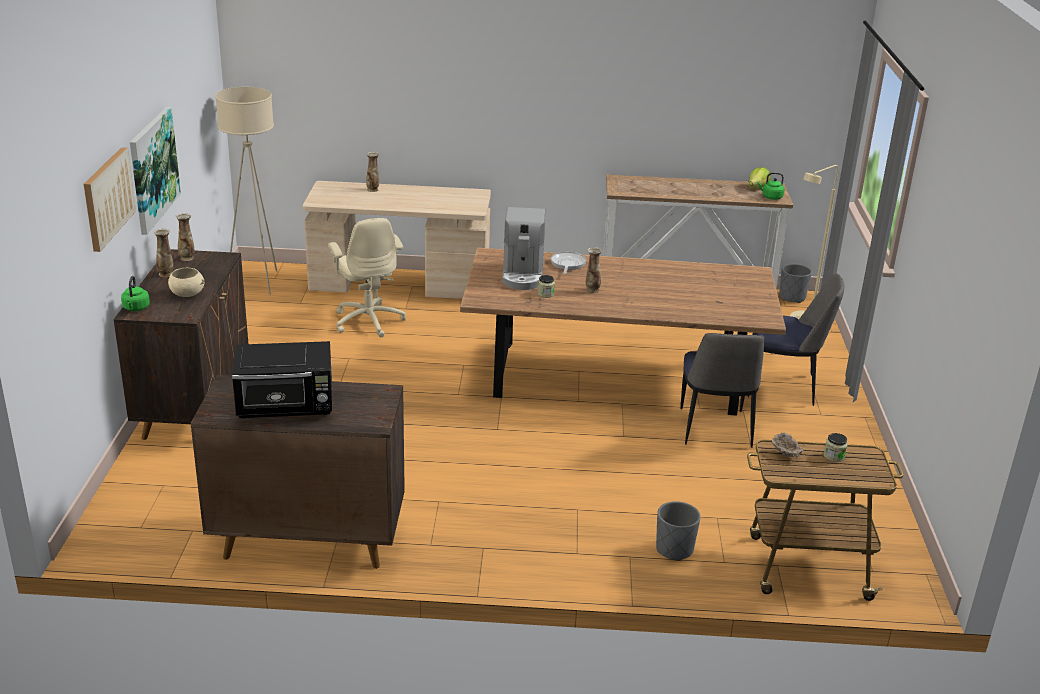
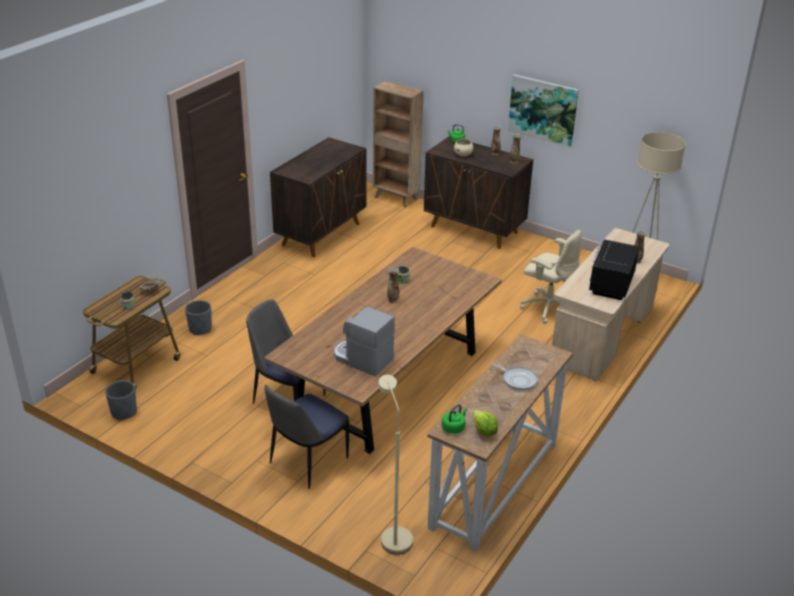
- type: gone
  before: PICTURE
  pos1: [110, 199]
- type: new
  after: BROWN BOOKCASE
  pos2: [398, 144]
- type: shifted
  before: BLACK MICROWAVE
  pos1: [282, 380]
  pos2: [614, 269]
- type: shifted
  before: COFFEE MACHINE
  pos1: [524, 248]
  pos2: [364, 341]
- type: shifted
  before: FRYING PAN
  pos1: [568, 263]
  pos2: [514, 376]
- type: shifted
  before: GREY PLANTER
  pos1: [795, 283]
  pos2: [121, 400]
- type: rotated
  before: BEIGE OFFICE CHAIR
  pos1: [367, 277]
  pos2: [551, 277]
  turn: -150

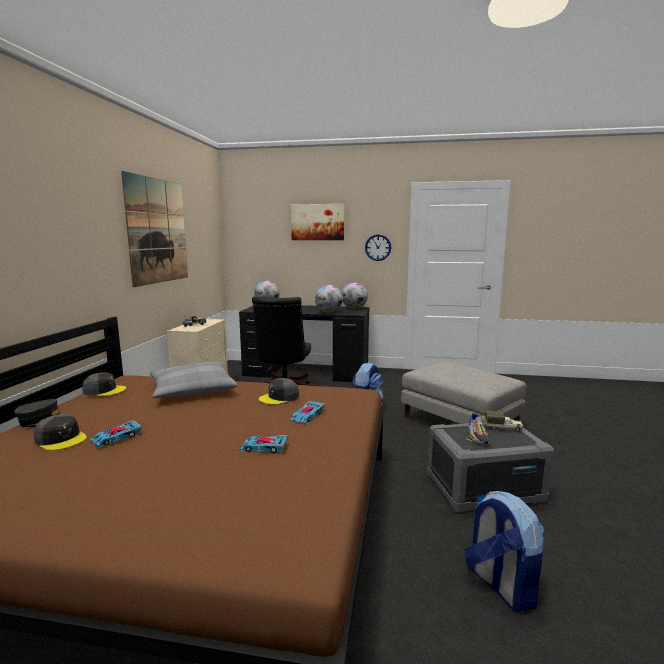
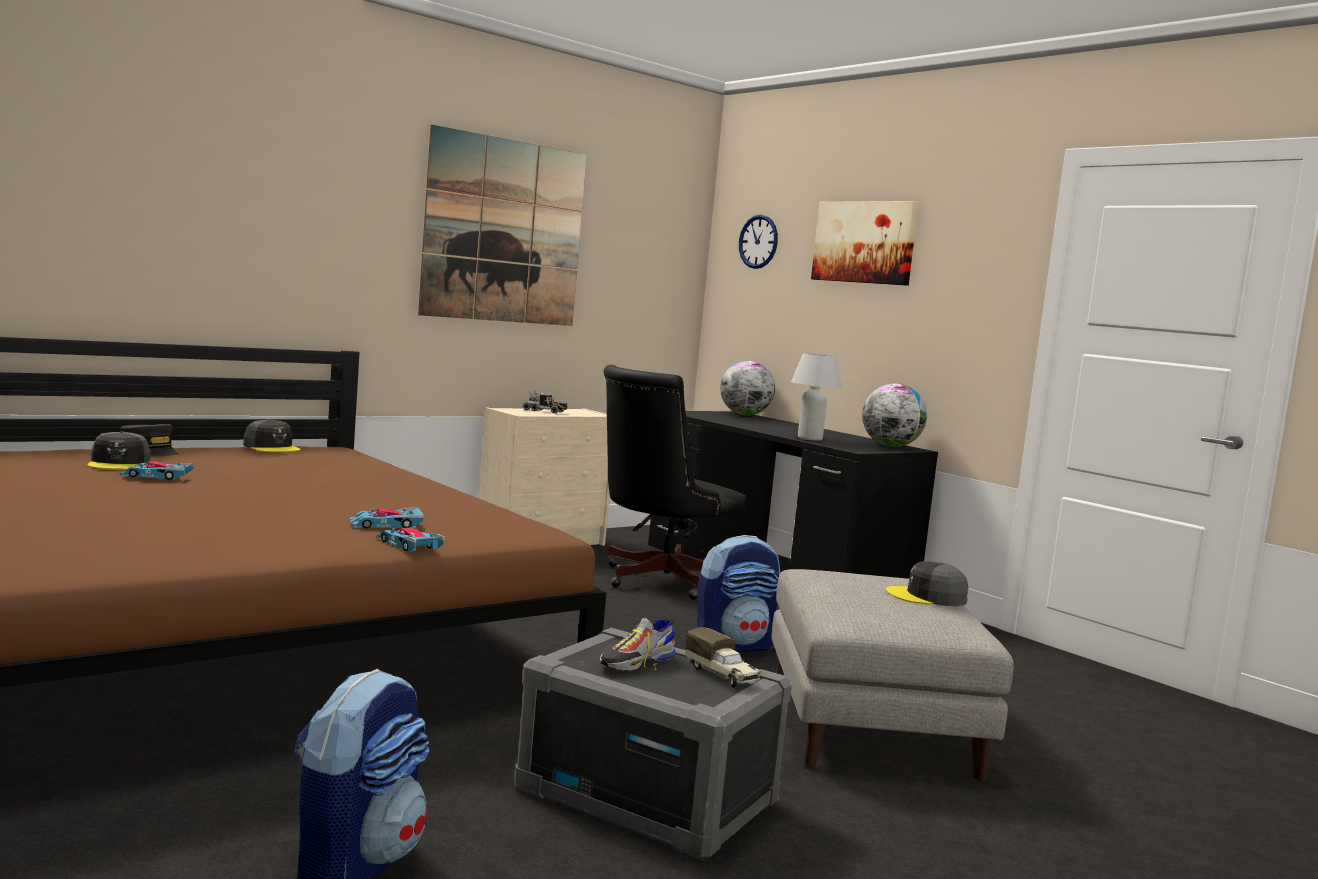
- type: gone
  before: GREY PILLOW
  pos1: [193, 380]
- type: shifted
  before: TOY CAR
  pos1: [264, 444]
  pos2: [410, 539]
- type: shifted
  before: GREY CAP
  pos1: [279, 391]
  pos2: [927, 583]
- type: shifted
  before: WALL CLOCK
  pos1: [378, 247]
  pos2: [758, 242]
- type: swapped
  before: GLOBE
  after: WHITE TABLE LAMP
  pos1: [329, 299]
  pos2: [816, 397]

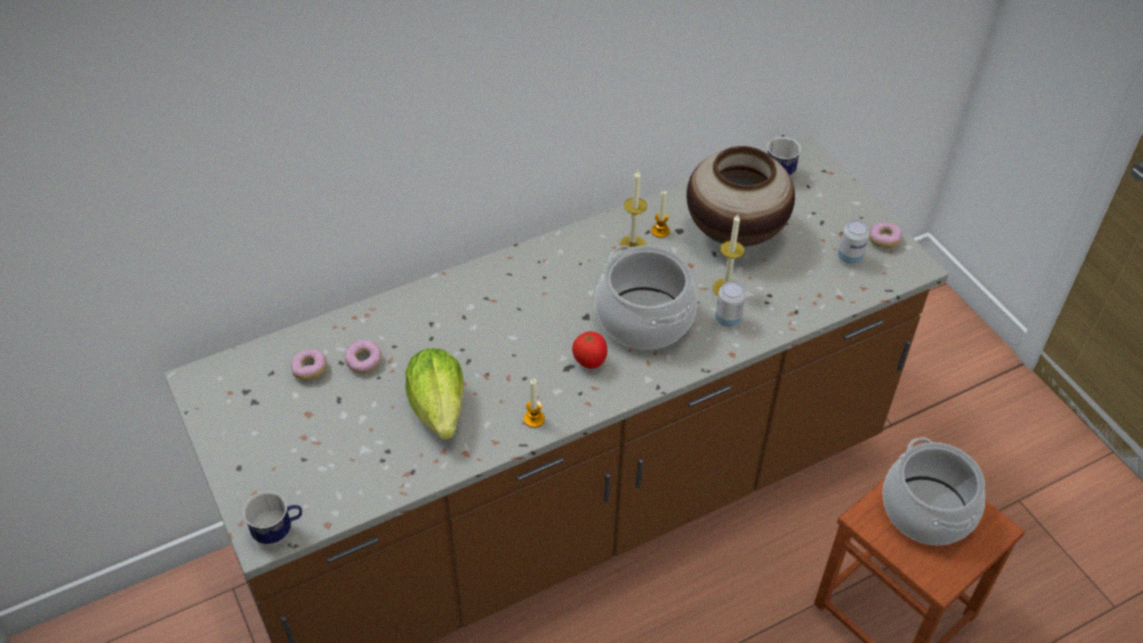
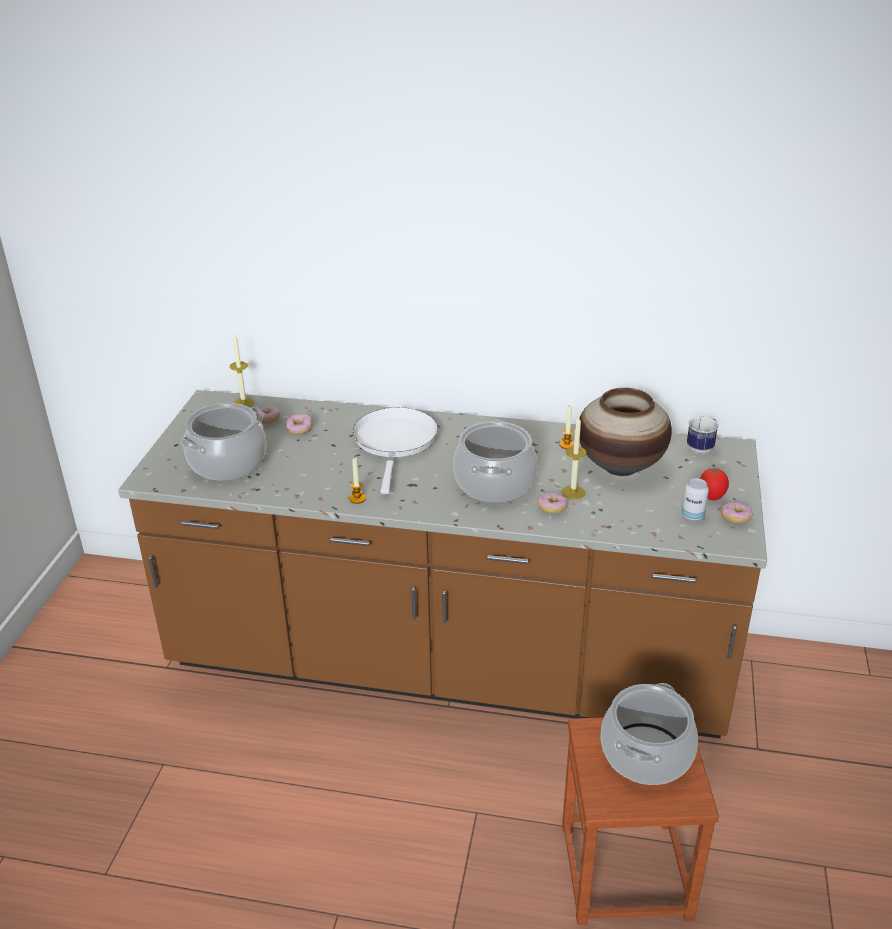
- type: gone
  before: MUG
  pos1: [272, 518]
- type: gone
  before: LETTUCE
  pos1: [434, 393]
- type: new
  after: COOKING POT
  pos2: [224, 441]
- type: new
  after: WHITE FRYING PAN
  pos2: [395, 450]
- type: shifted
  before: TOMATO
  pos1: [589, 350]
  pos2: [714, 484]
- type: shifted
  before: CANDLE
  pos1: [633, 211]
  pos2: [242, 370]
- type: swapped
  before: CAN
  after: DONUT
  pos1: [730, 304]
  pos2: [552, 503]

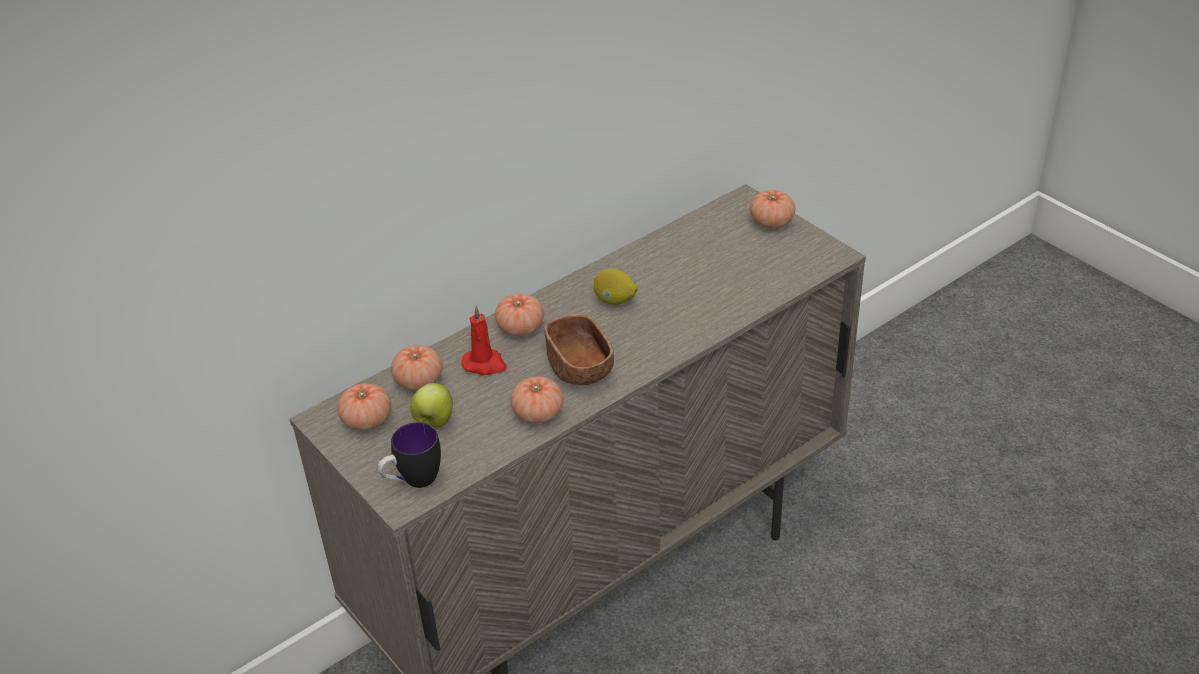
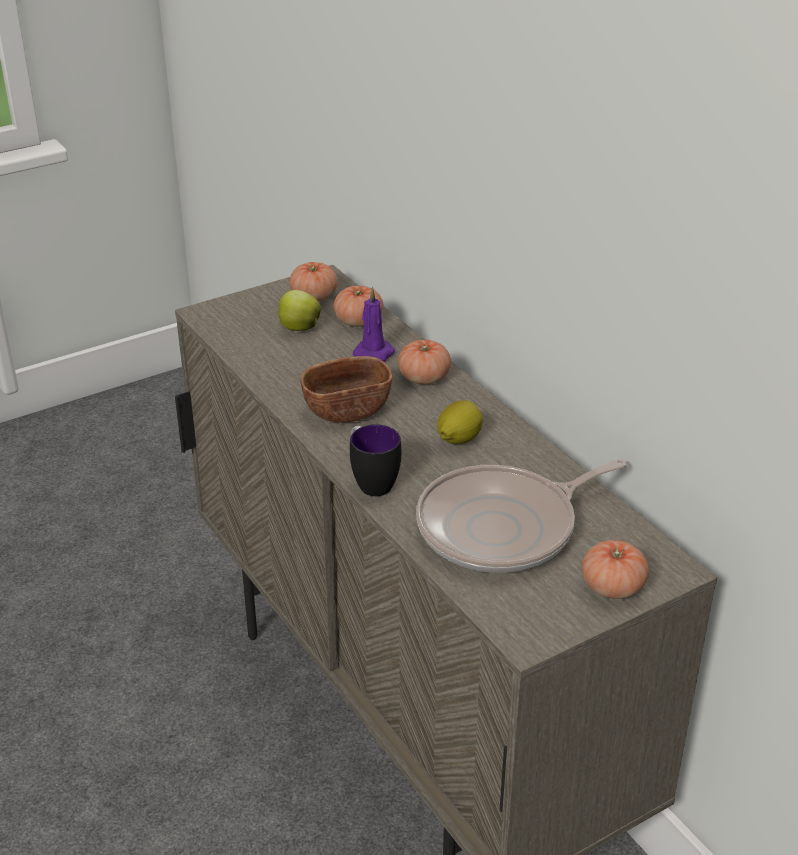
- type: gone
  before: TOMATO
  pos1: [537, 400]
- type: new
  after: FRYING PAN
  pos2: [521, 516]
- type: shifted
  before: MUG
  pos1: [409, 455]
  pos2: [375, 460]
- type: repainted
  before: RED CANDLE
  after: PURPLE CANDLE
  pos1: [484, 340]
  pos2: [374, 324]

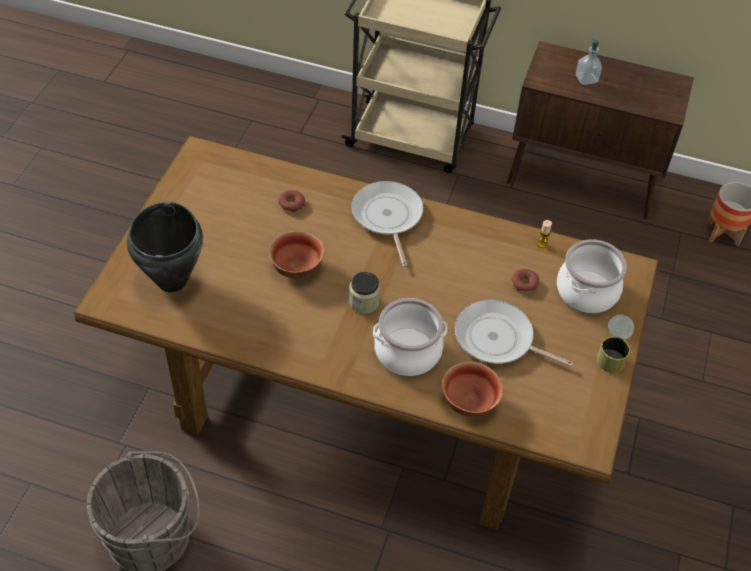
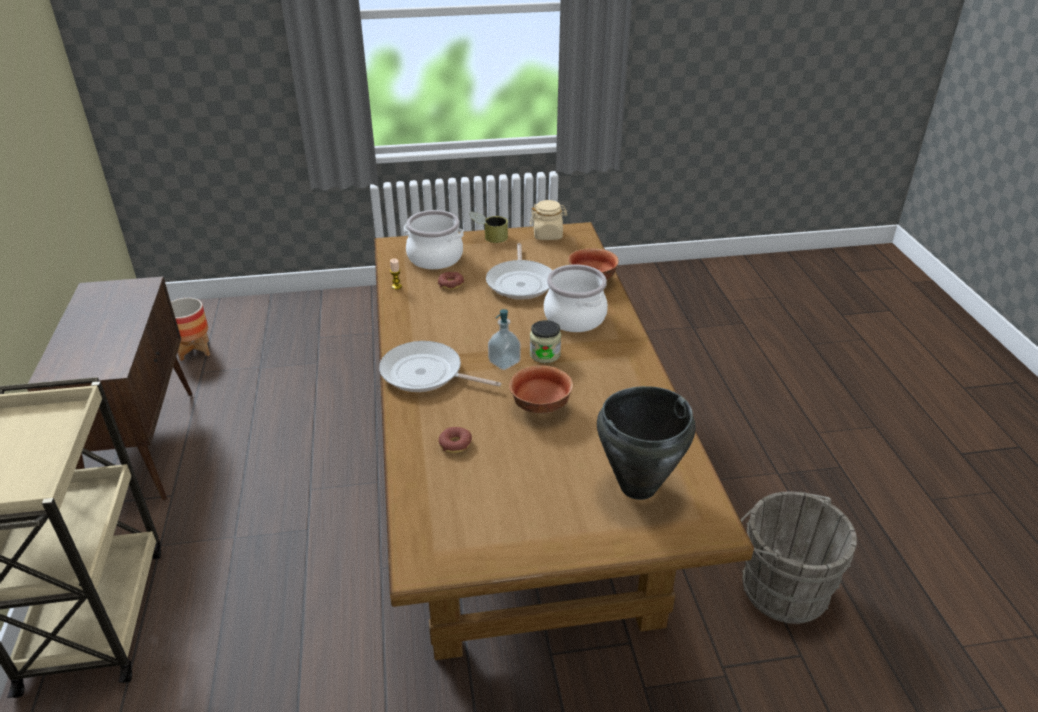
- type: new
  after: BEIGE JAR
  pos2: [549, 220]
- type: shifted
  before: SOAP DISPENSER
  pos1: [589, 61]
  pos2: [504, 339]
- type: rotated
  before: FRYING PAN
  pos1: [387, 224]
  pos2: [440, 366]
  turn: 60

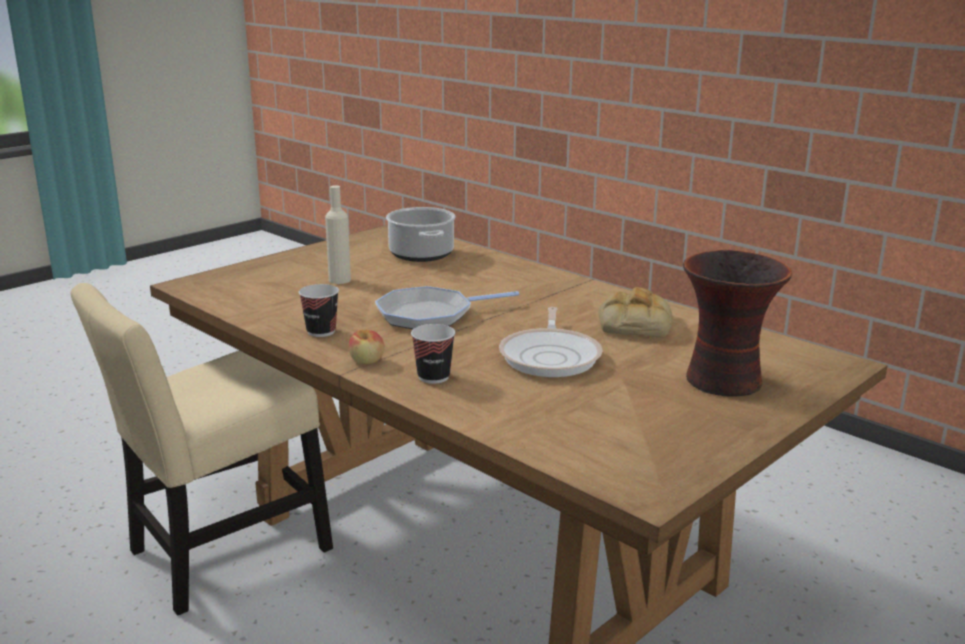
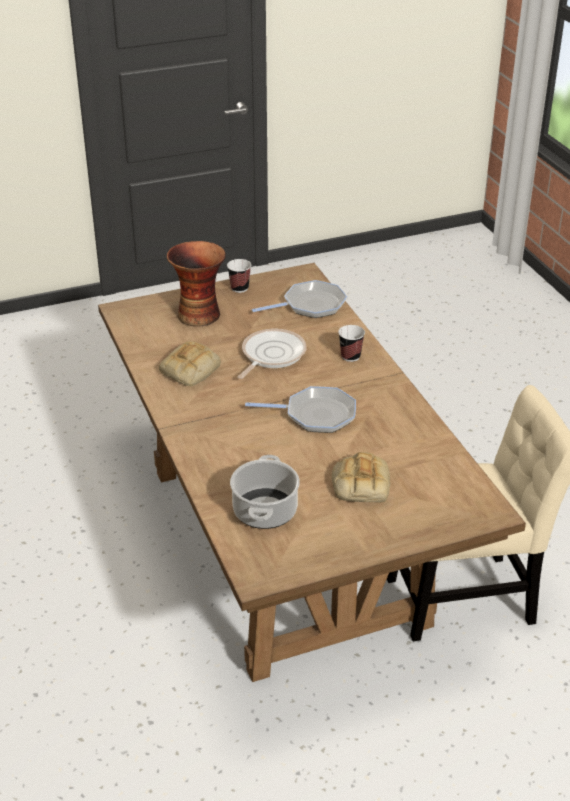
- type: gone
  before: APPLE
  pos1: [367, 347]
- type: new
  after: FRYING PAN
  pos2: [299, 299]
- type: shifted
  before: CUP
  pos1: [319, 310]
  pos2: [239, 276]
- type: swapped
  before: BEIGE BOTTLE
  after: BREAD
  pos1: [338, 234]
  pos2: [361, 477]

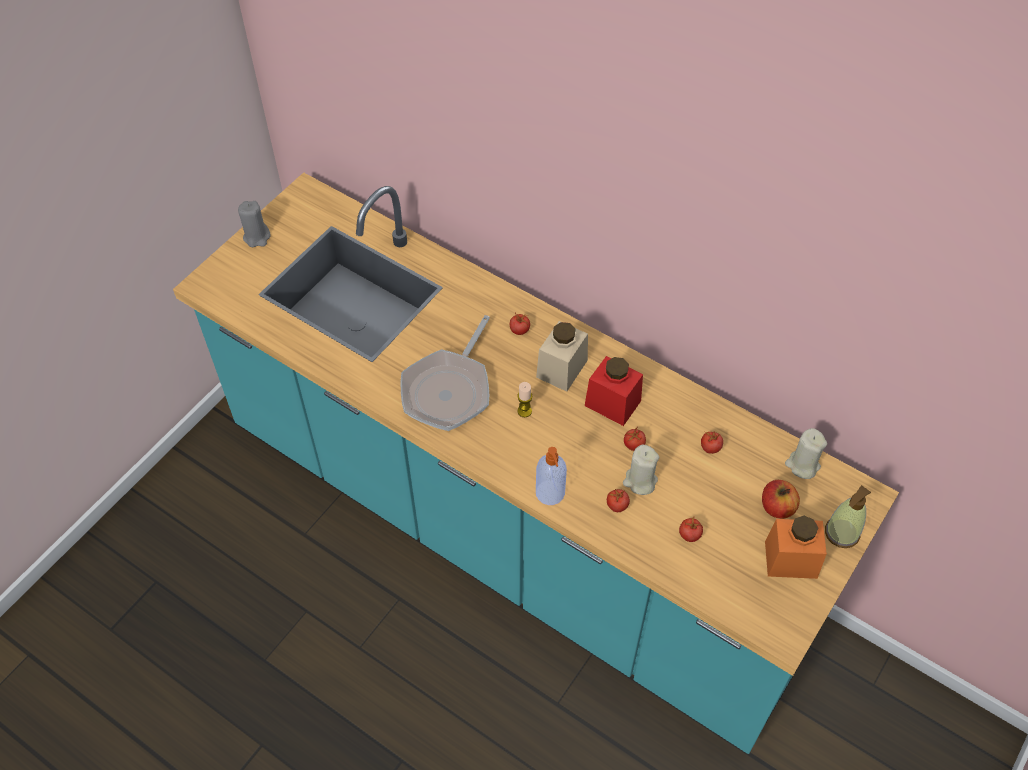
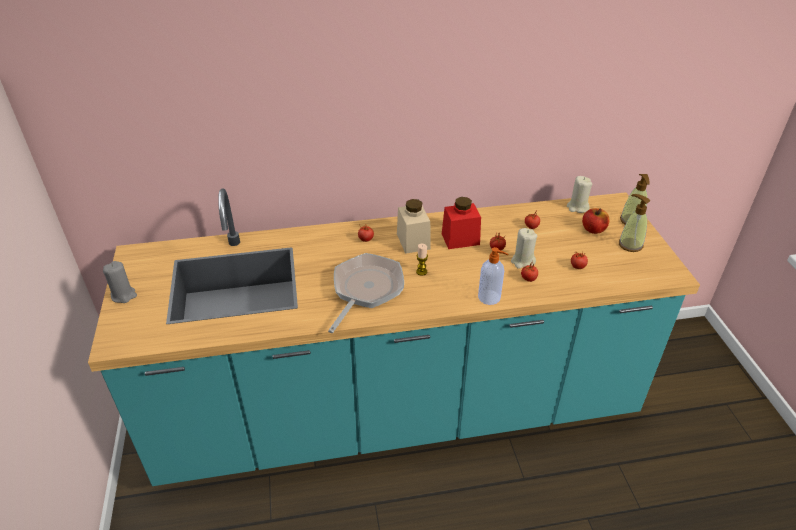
- type: swapped
  before: ORANGE JAR
  after: SOAP DISPENSER
  pos1: [796, 547]
  pos2: [635, 223]
- type: rotated
  before: FRYING PAN
  pos1: [445, 373]
  pos2: [366, 293]
  turn: -135

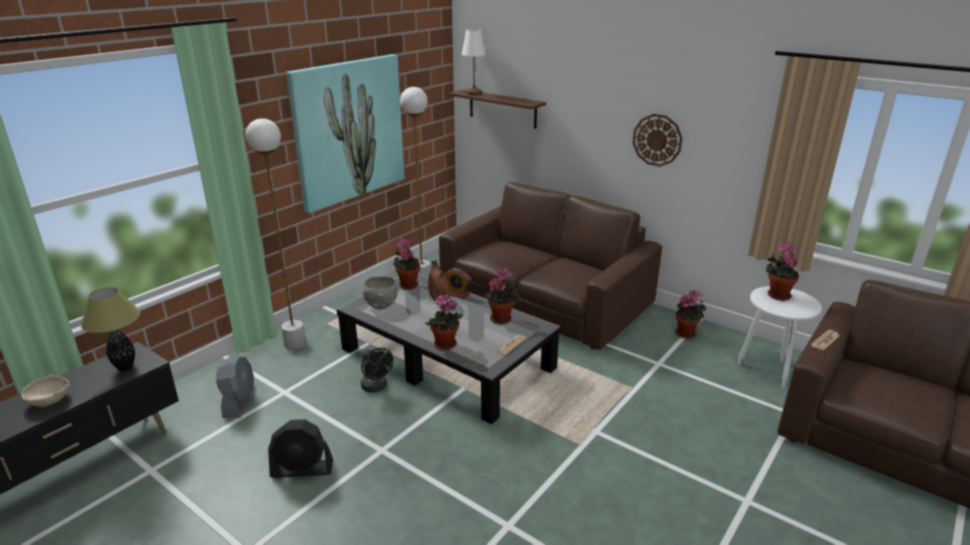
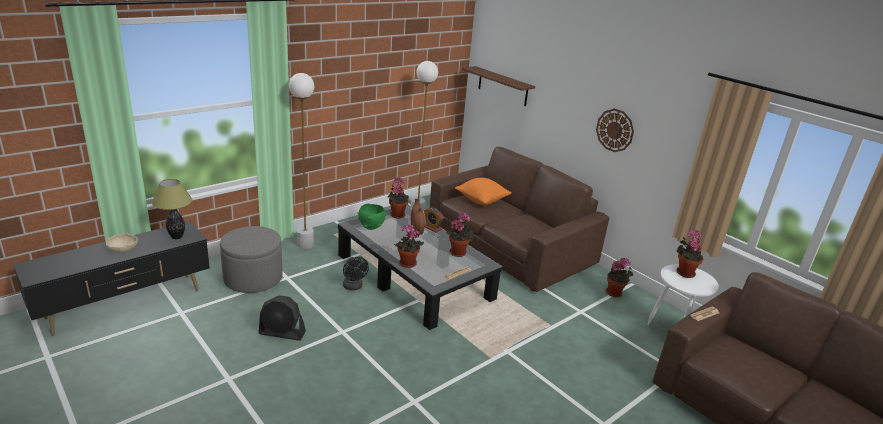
- type: gone
  before: PICTURE
  pos1: [345, 133]
- type: gone
  before: WHITE TABLE LAMP
  pos1: [474, 62]
- type: new
  after: ORANGE PILLOW
  pos2: [483, 191]
- type: swapped
  before: GREY FAN
  after: GREY OTTOMAN
  pos1: [235, 386]
  pos2: [251, 259]
- type: repainted
  before: GREY BOWL
  after: GREEN BOWL
  pos1: [381, 293]
  pos2: [372, 217]

